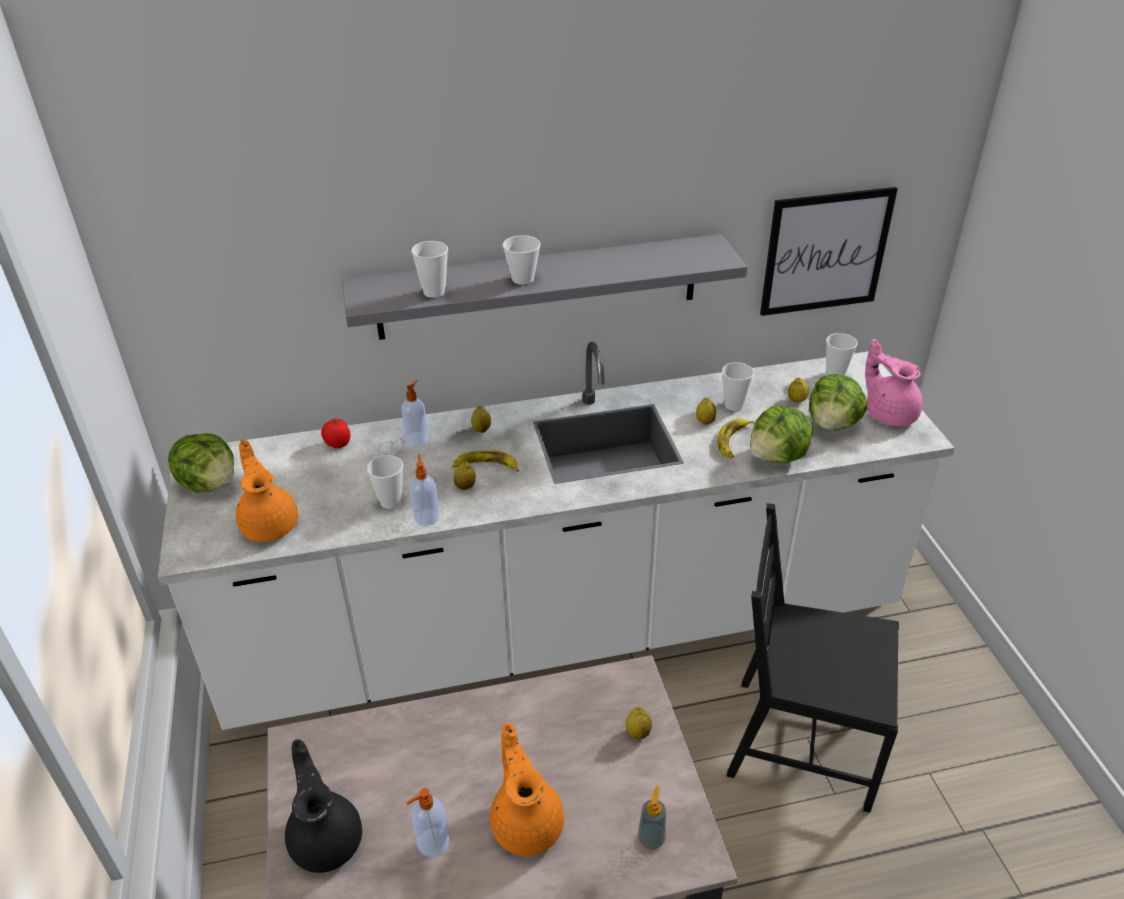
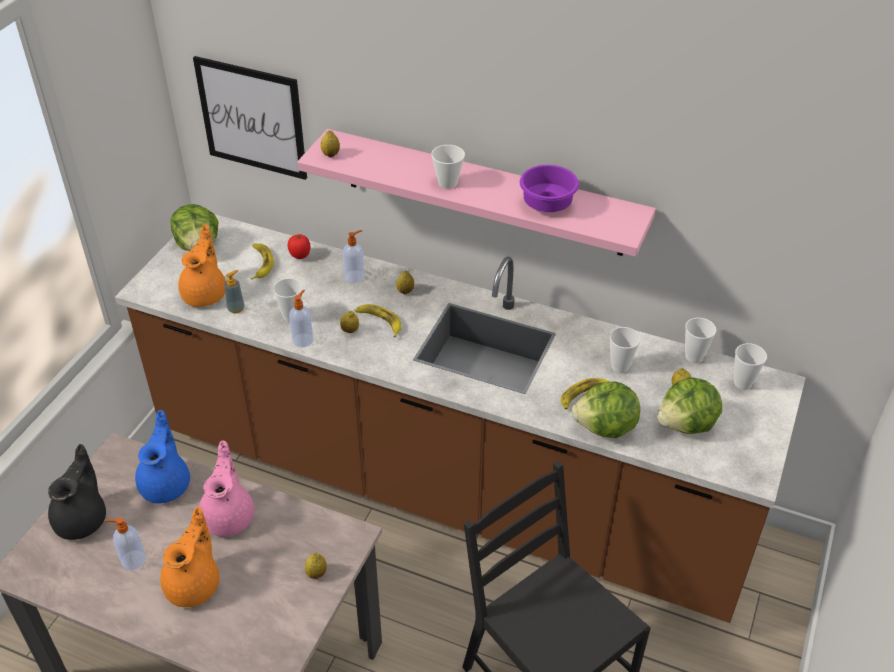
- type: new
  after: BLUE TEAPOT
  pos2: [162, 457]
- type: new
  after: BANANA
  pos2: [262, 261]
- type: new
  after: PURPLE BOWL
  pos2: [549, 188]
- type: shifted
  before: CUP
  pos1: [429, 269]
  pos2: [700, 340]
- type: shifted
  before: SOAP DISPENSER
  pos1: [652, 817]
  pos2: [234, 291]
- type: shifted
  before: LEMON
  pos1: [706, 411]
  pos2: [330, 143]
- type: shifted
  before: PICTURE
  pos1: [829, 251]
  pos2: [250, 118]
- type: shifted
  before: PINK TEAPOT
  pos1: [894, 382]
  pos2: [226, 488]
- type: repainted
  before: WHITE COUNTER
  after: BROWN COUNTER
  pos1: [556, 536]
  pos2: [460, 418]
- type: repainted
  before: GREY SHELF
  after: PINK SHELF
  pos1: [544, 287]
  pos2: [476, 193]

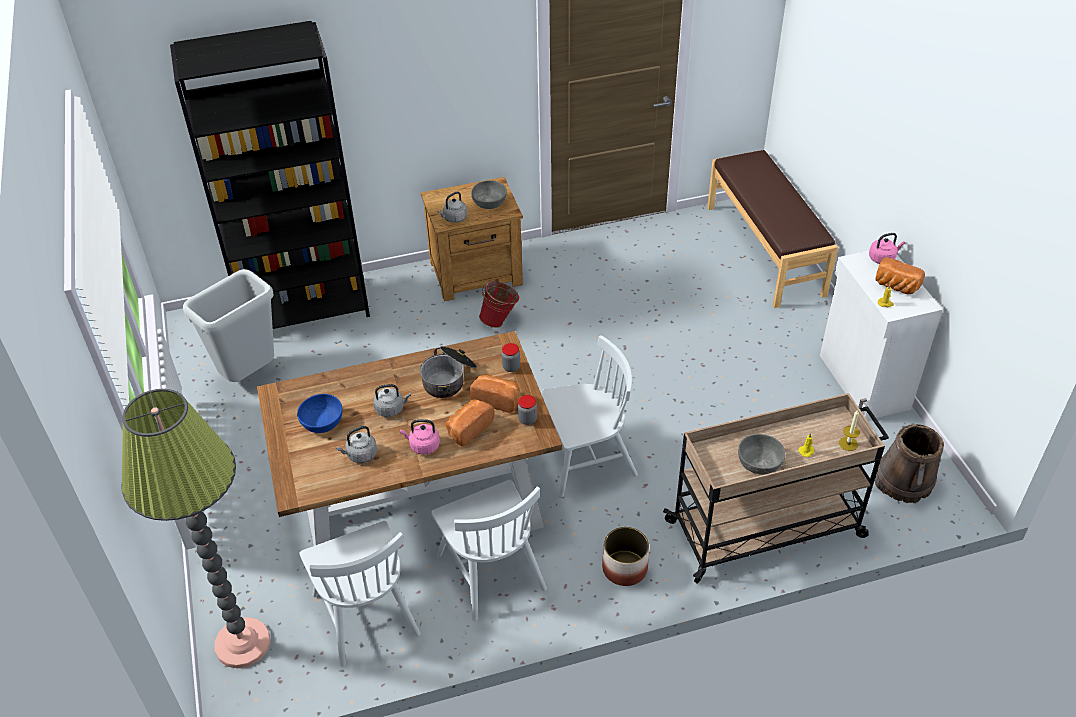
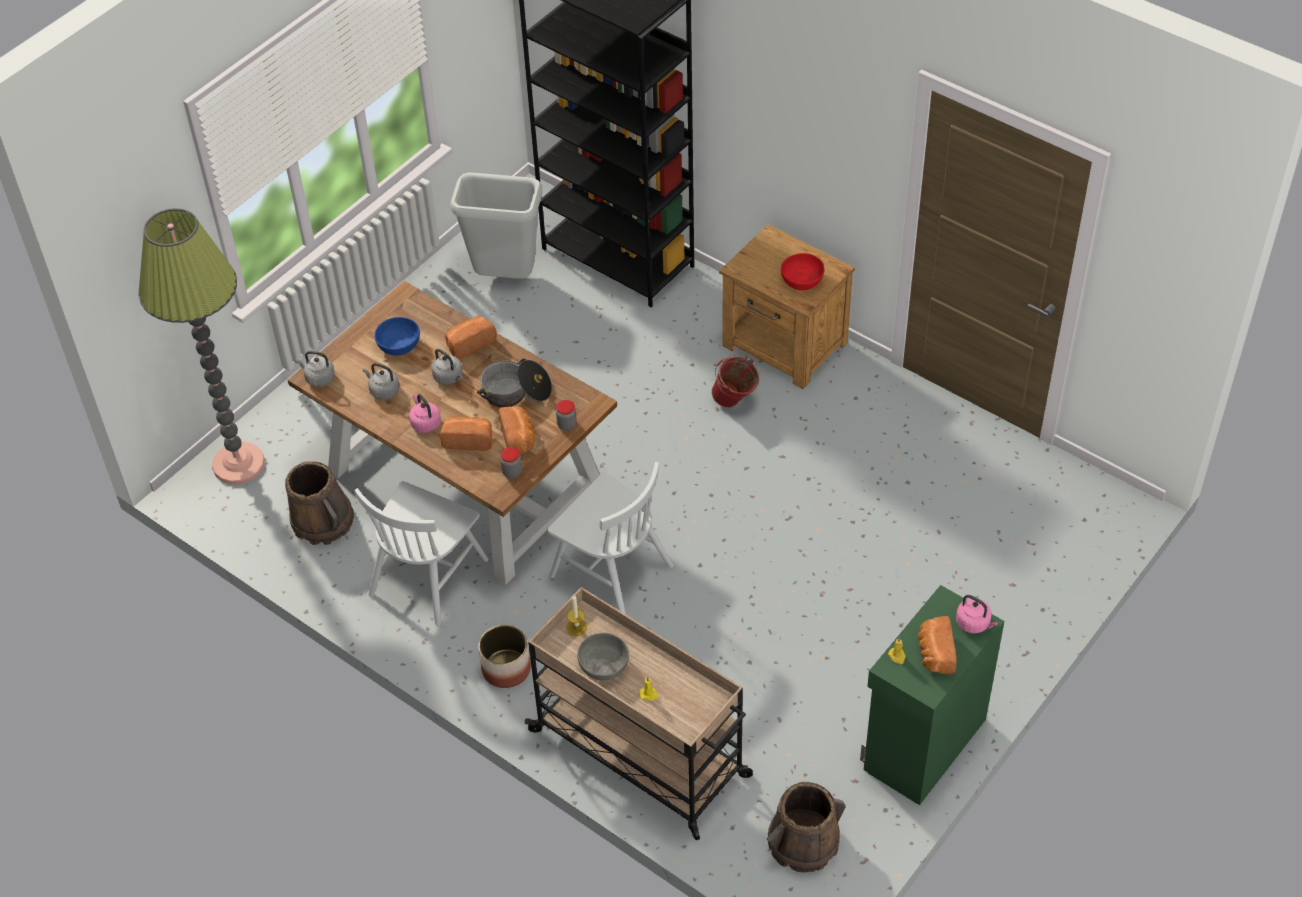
- type: gone
  before: BROWN BENCH
  pos1: [772, 229]
- type: new
  after: BREAD
  pos2: [471, 337]
- type: shifted
  before: GREY KETTLE
  pos1: [452, 207]
  pos2: [315, 369]
- type: shifted
  before: CANDLE
  pos1: [849, 430]
  pos2: [577, 615]
- type: swapped
  before: WHITE CHAIR
  after: BROWN BUCKET
  pos1: [359, 594]
  pos2: [319, 503]
- type: repainted
  before: GREY BOWL
  after: RED BOWL
  pos1: [489, 194]
  pos2: [802, 271]
- type: repainted
  before: WHITE CABINET
  after: GREEN CABINET
  pos1: [881, 335]
  pos2: [932, 695]

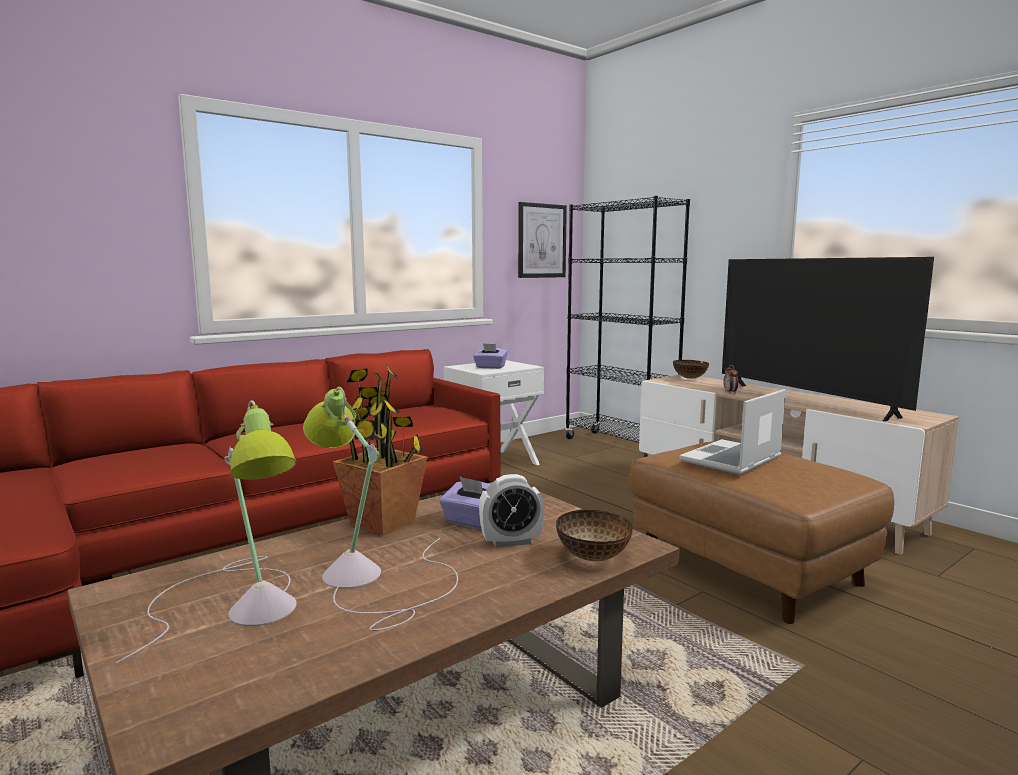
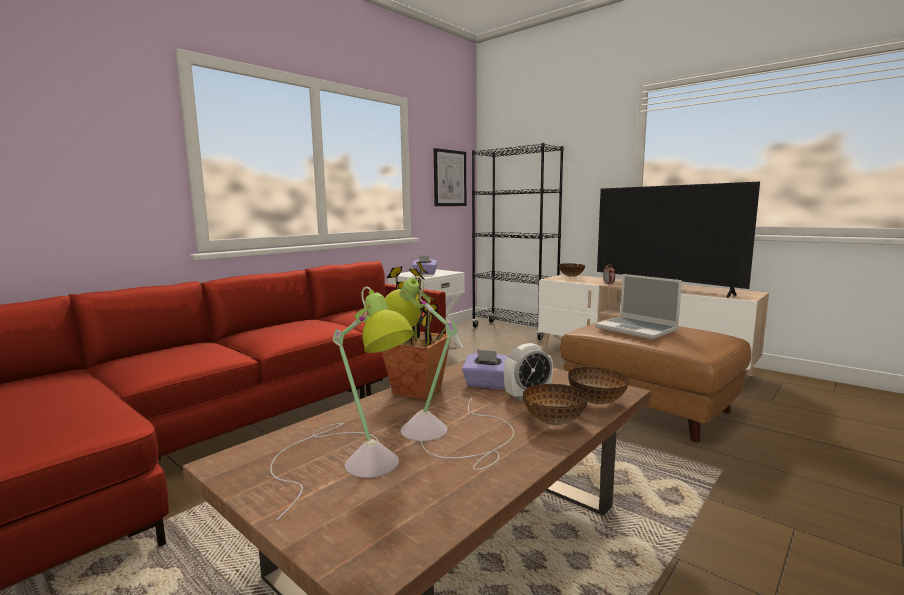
- type: new
  after: BOWL
  pos2: [555, 404]
- type: rotated
  before: LAPTOP
  pos1: [732, 432]
  pos2: [638, 306]
  turn: -75

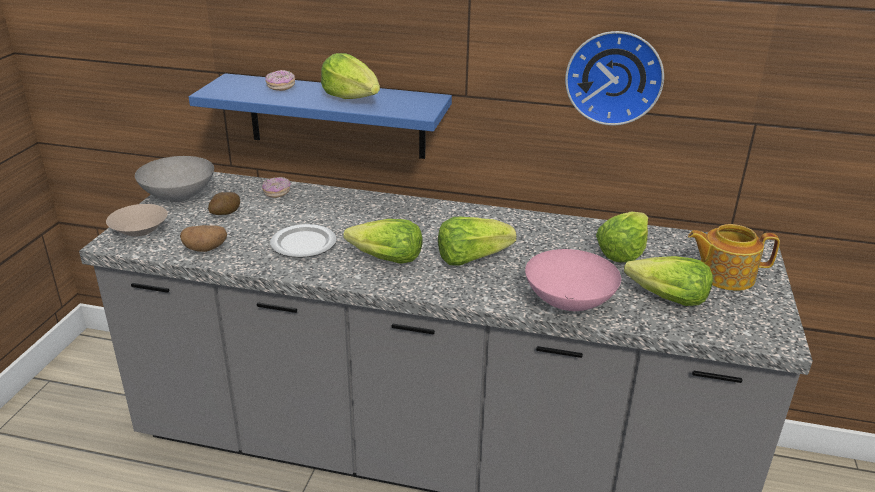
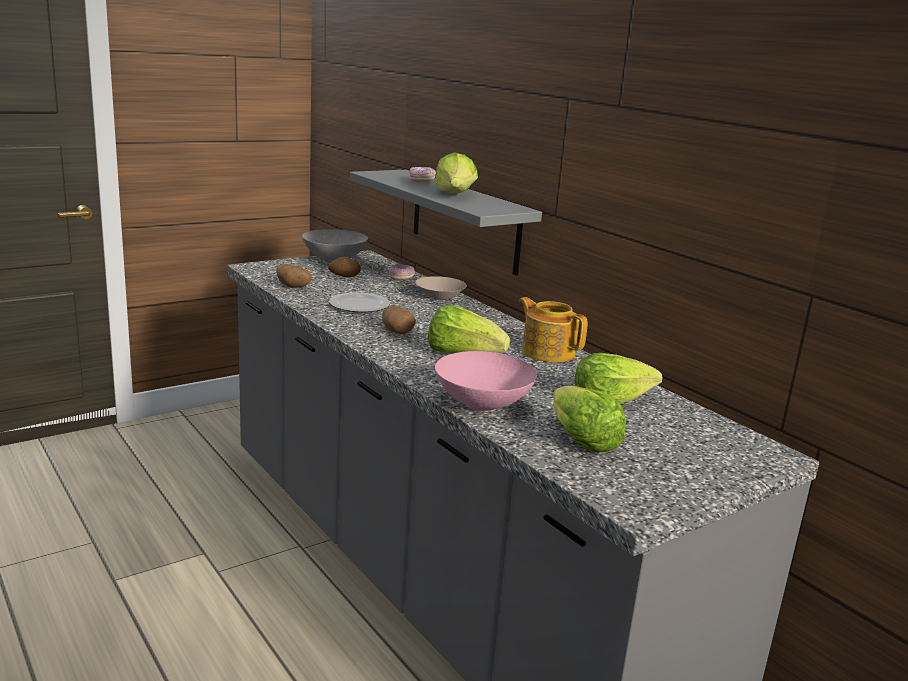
- type: gone
  before: WALL CLOCK
  pos1: [614, 78]
- type: shifted
  before: BEIGE BOWL
  pos1: [137, 220]
  pos2: [441, 288]
- type: shifted
  before: TEAPOT
  pos1: [734, 257]
  pos2: [553, 329]
- type: swapped
  before: LETTUCE
  after: POTATO
  pos1: [382, 241]
  pos2: [398, 320]
- type: repainted
  before: BLUE SHELF
  after: GREY SHELF
  pos1: [320, 116]
  pos2: [446, 222]

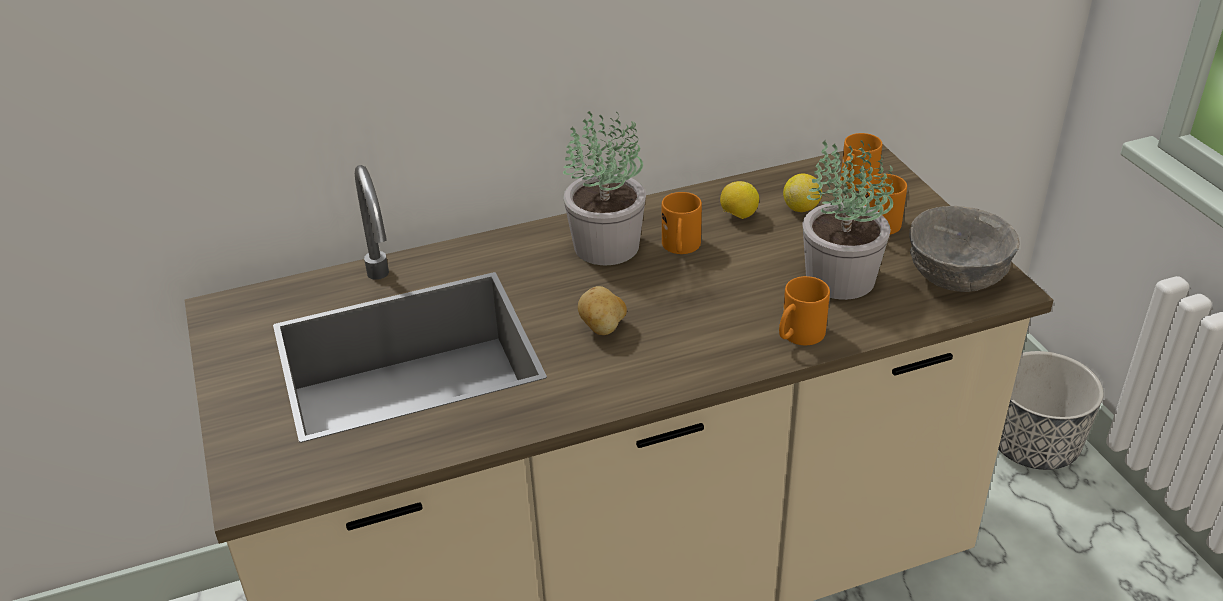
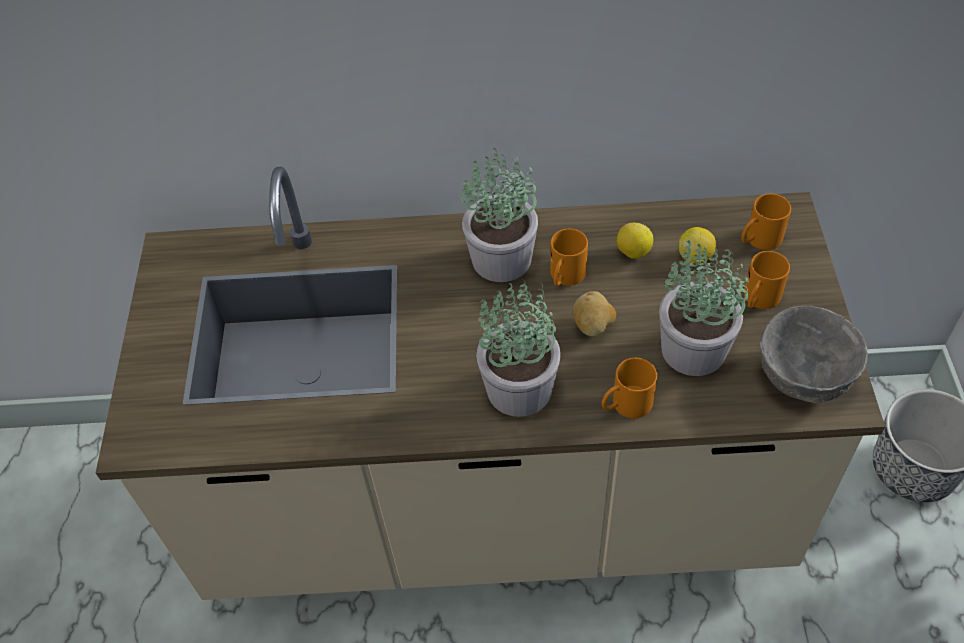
- type: new
  after: POTTED PLANT
  pos2: [518, 348]
- type: shifted
  before: POTATO
  pos1: [602, 310]
  pos2: [594, 313]

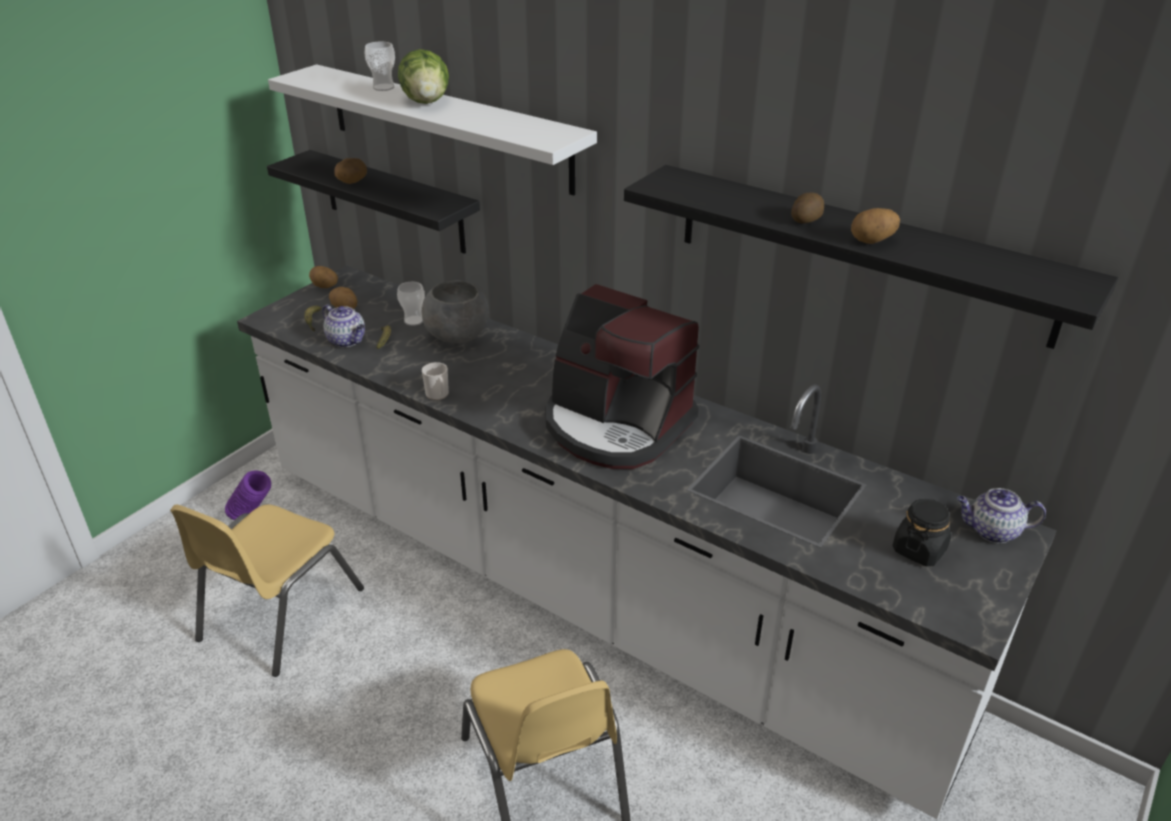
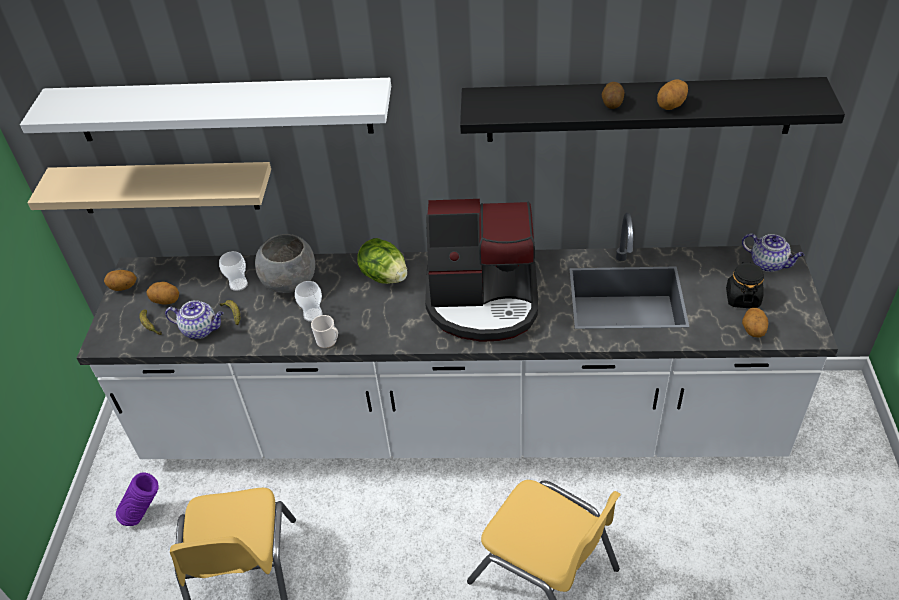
- type: shifted
  before: POTATO
  pos1: [350, 171]
  pos2: [755, 323]
- type: shifted
  before: CUP
  pos1: [379, 66]
  pos2: [308, 301]
- type: shifted
  before: LETTUCE
  pos1: [423, 76]
  pos2: [382, 261]
- type: repainted
  before: BLACK SHELF
  after: BEIGE SHELF
  pos1: [373, 202]
  pos2: [149, 187]
- type: rotated
  before: TEAPOT
  pos1: [1001, 515]
  pos2: [773, 252]
  turn: -120

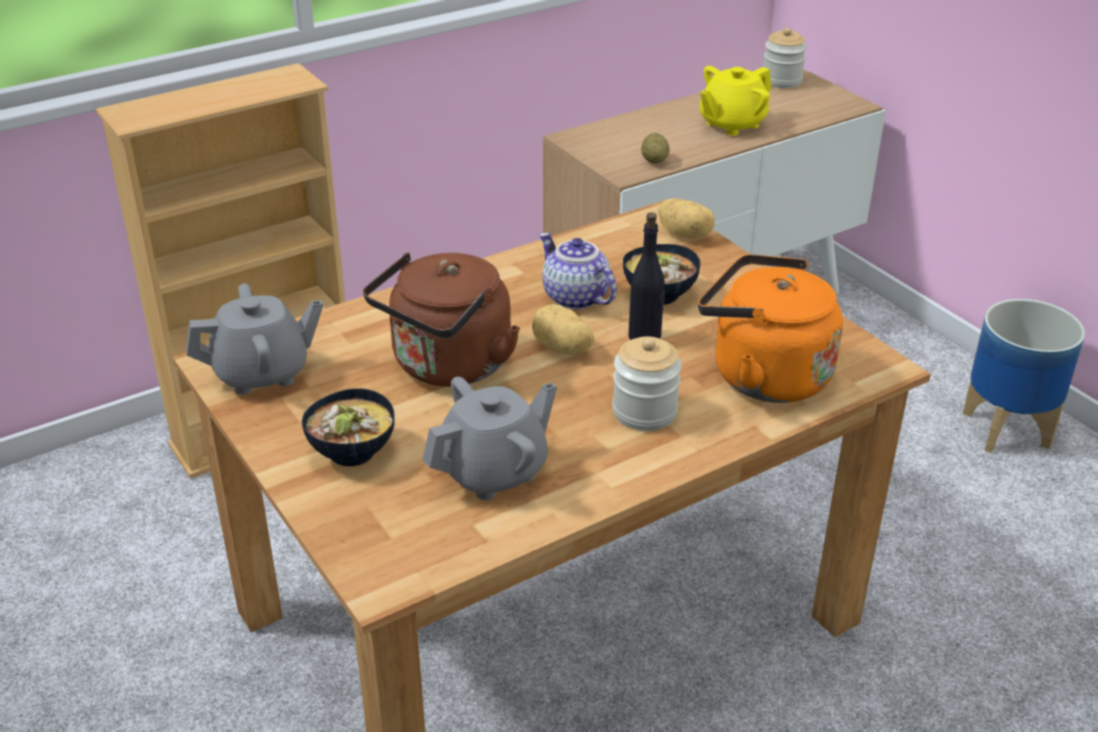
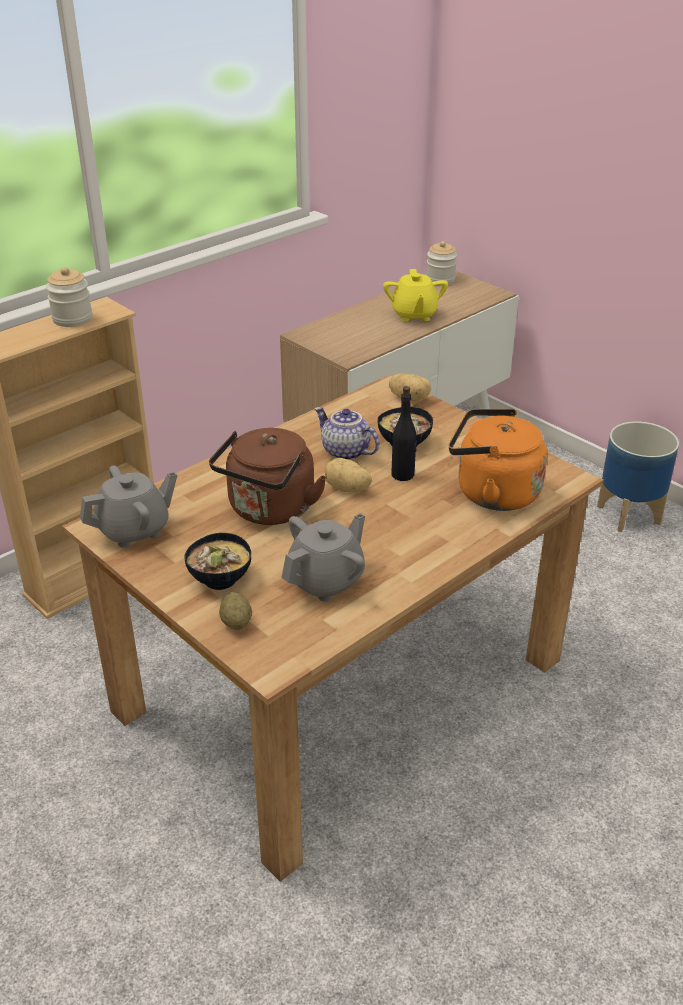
- type: shifted
  before: JAR
  pos1: [646, 383]
  pos2: [69, 297]
- type: shifted
  before: POTATO
  pos1: [655, 148]
  pos2: [235, 611]
- type: rotated
  before: YELLOW TEAPOT
  pos1: [736, 101]
  pos2: [415, 295]
  turn: -45

